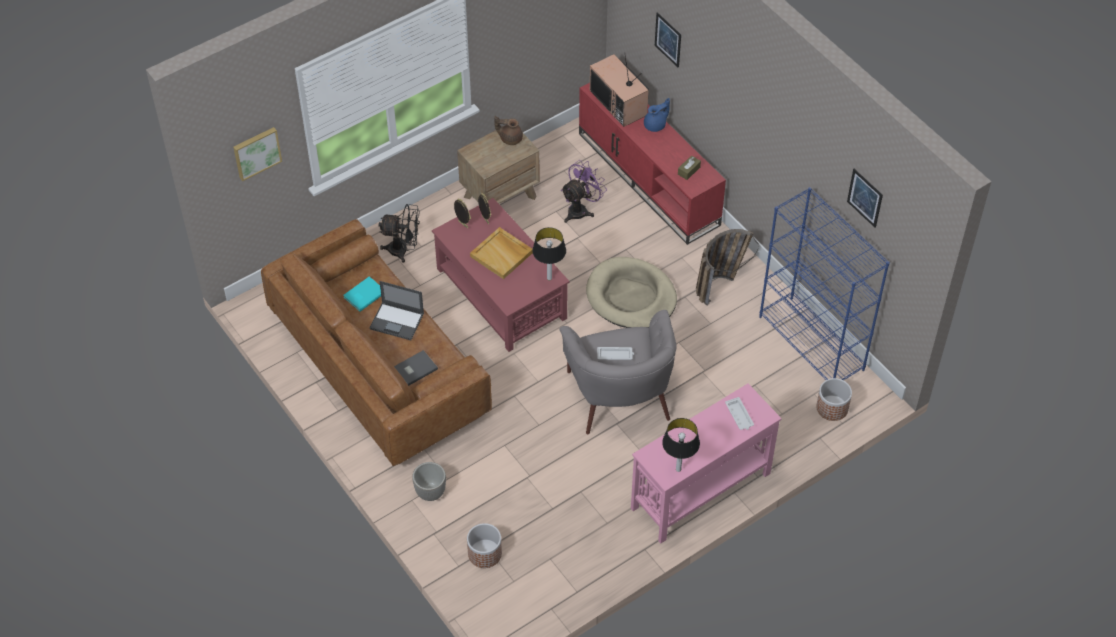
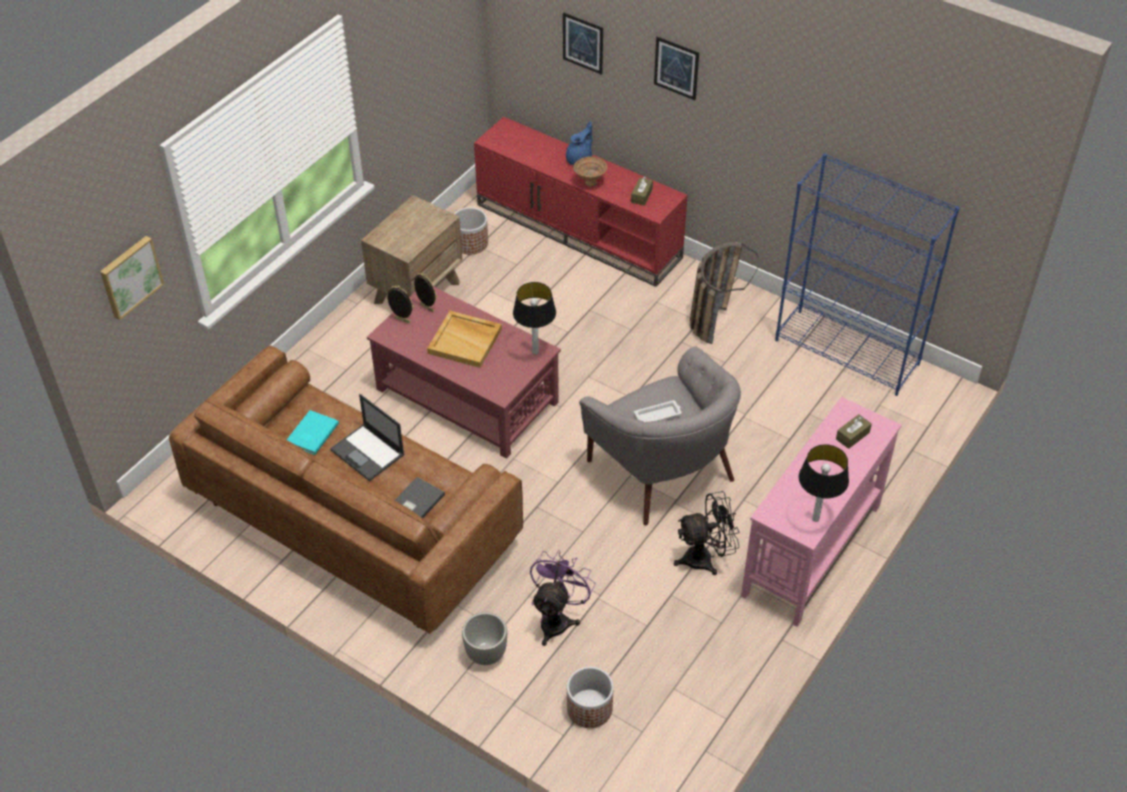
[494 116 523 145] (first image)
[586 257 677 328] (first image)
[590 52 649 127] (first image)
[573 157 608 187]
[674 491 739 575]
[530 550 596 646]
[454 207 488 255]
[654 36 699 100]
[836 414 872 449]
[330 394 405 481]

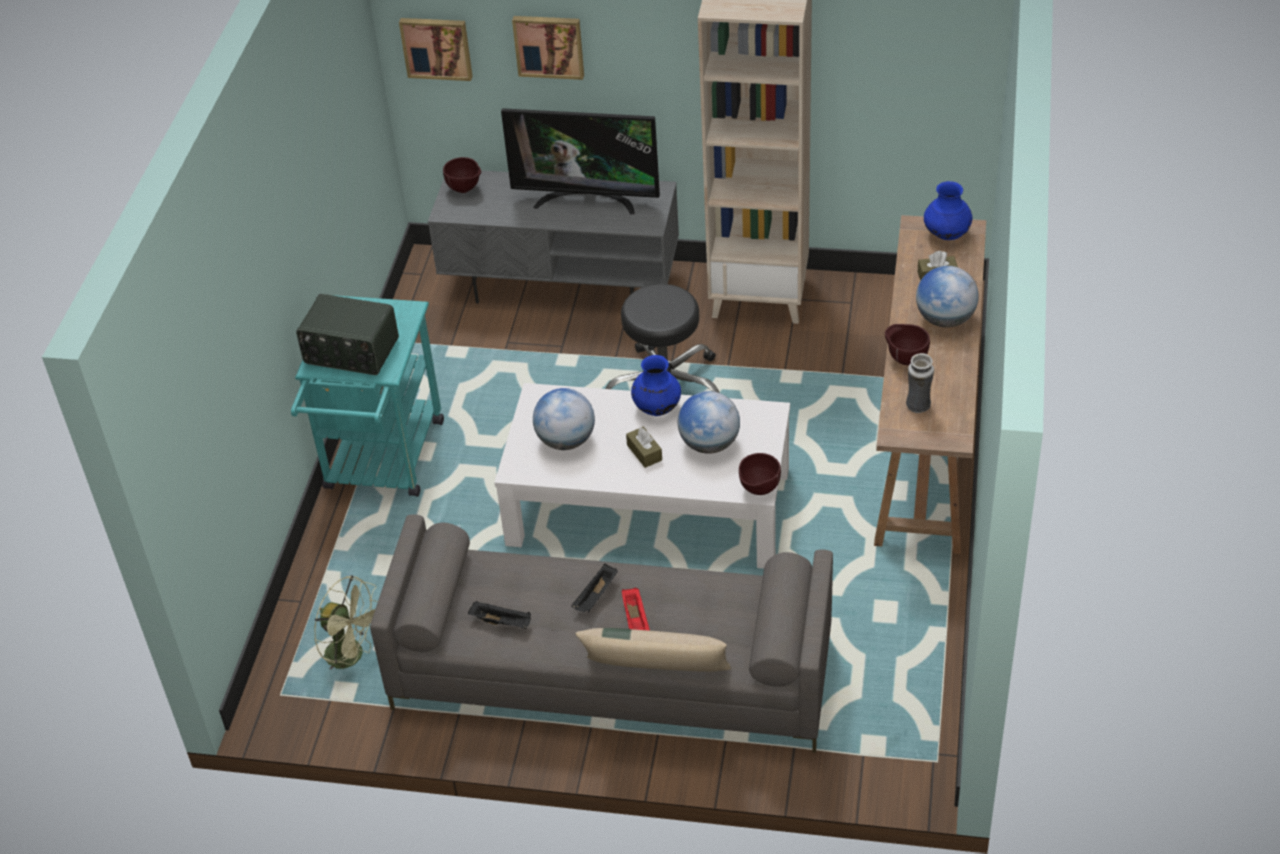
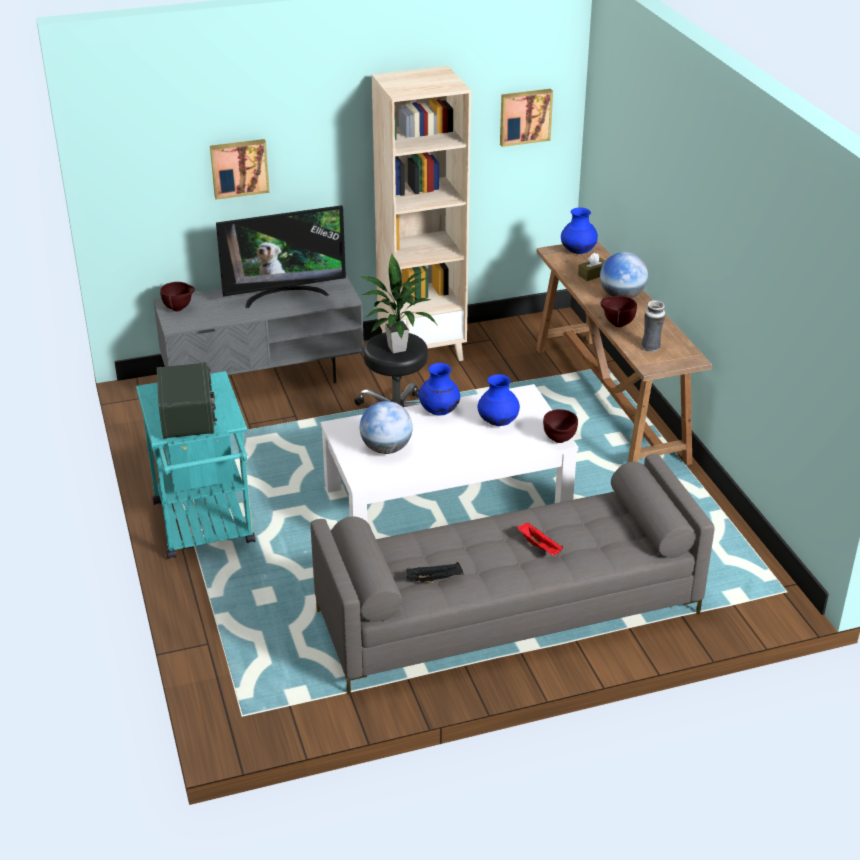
[314 575 378 670] (first image)
[571 564 618 612] (first image)
[575 628 731 672] (first image)
[626 427 662 468] (first image)
[358 254 439 353]
[500 89 553 147]
[477 374 520 426]
[157 362 217 439]

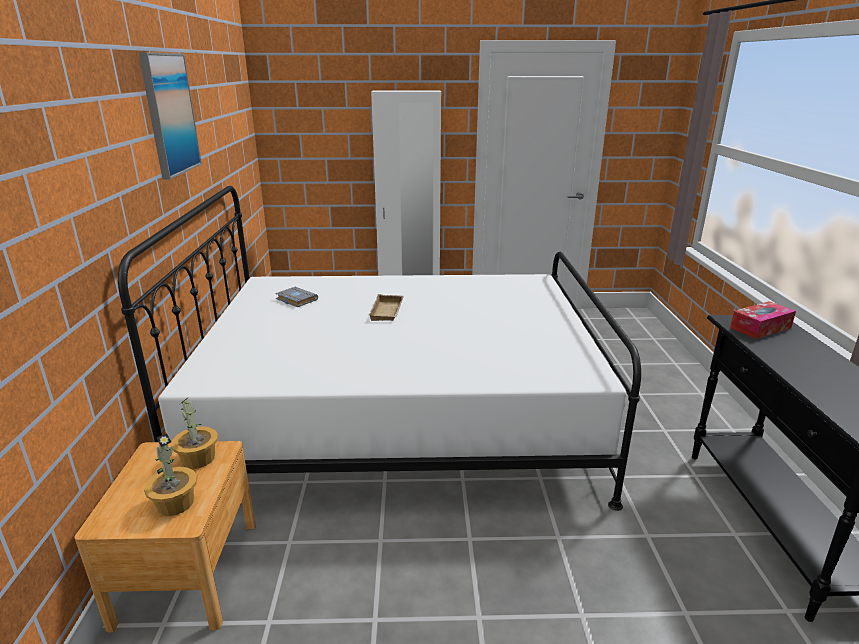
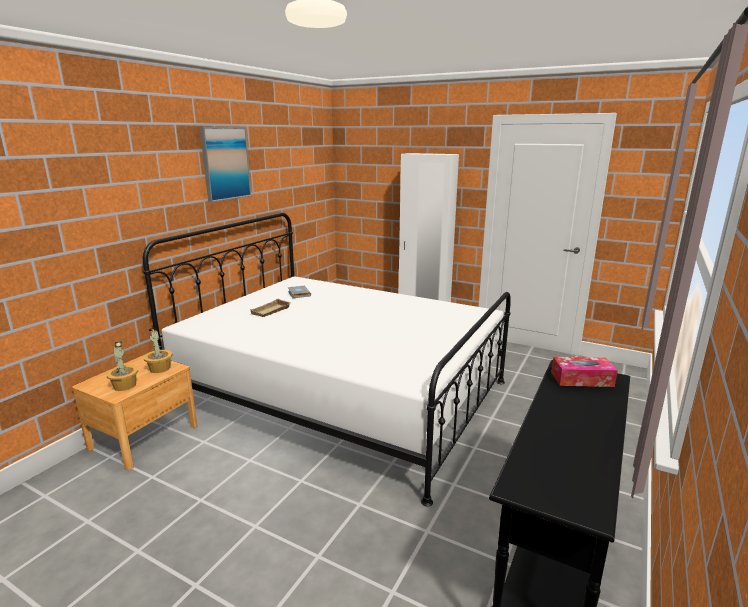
[250 299 291 317]

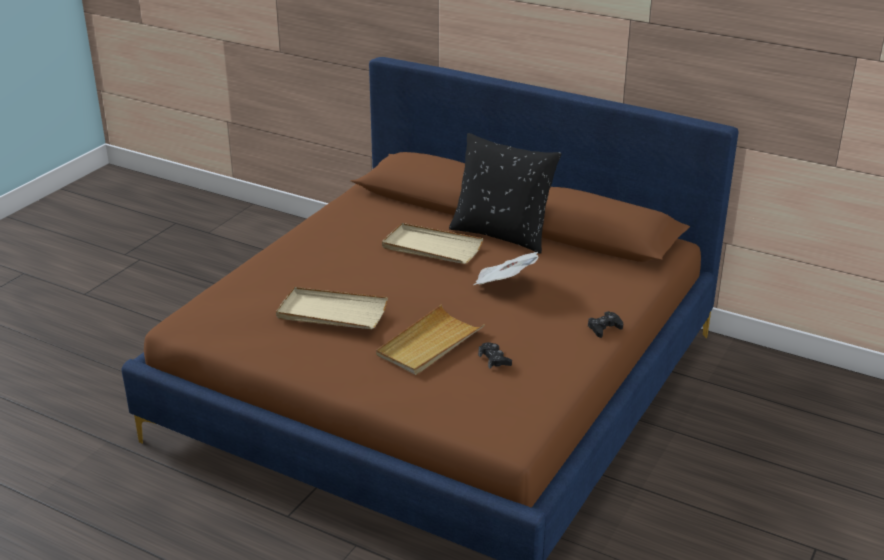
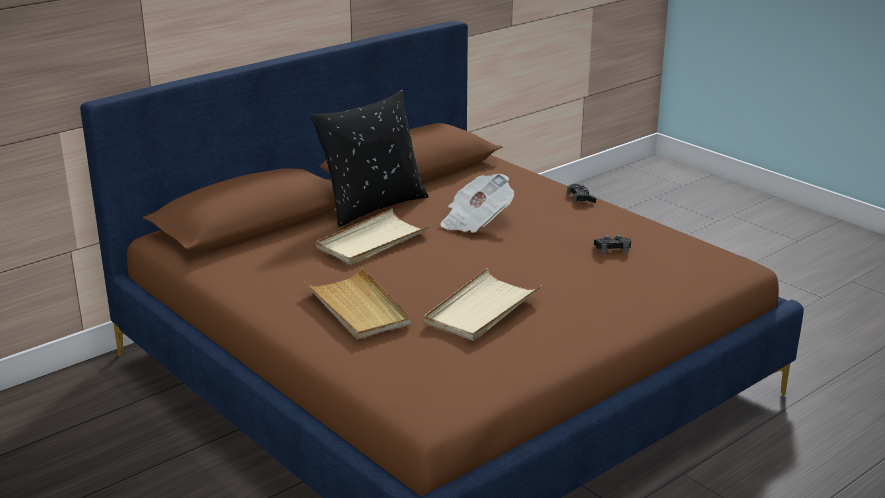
[304 267 411 339]

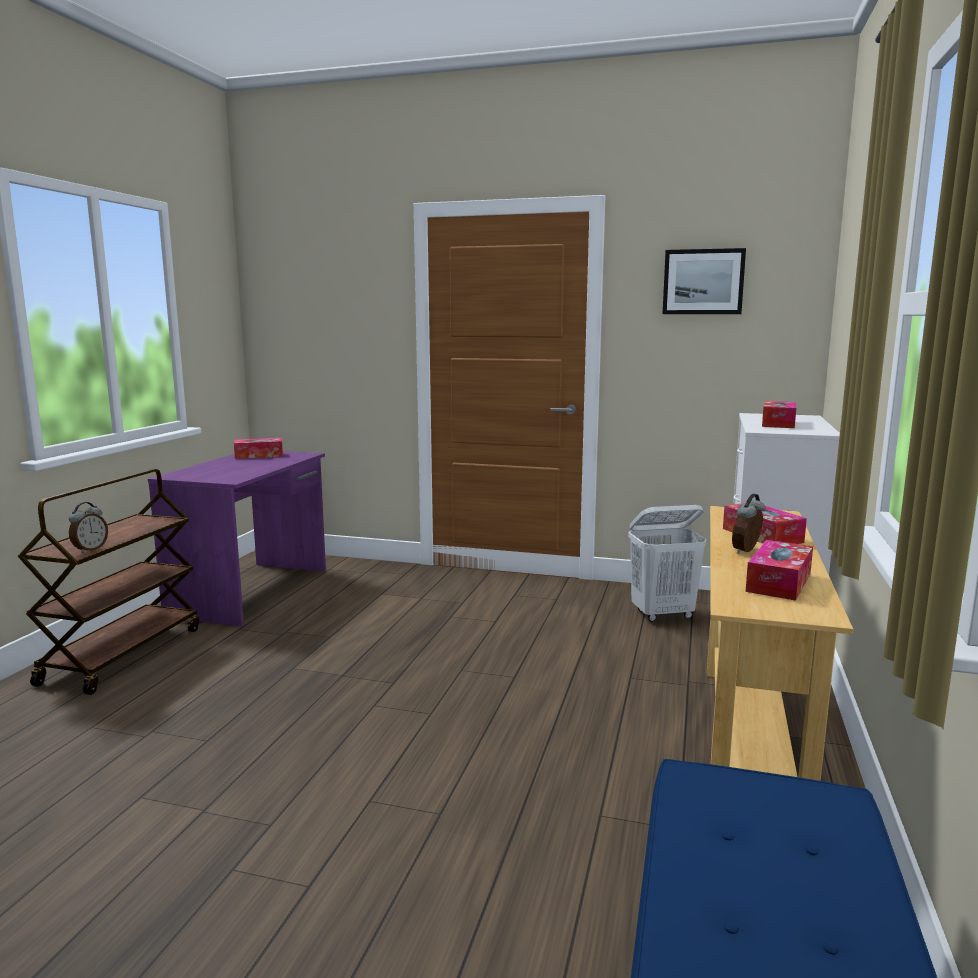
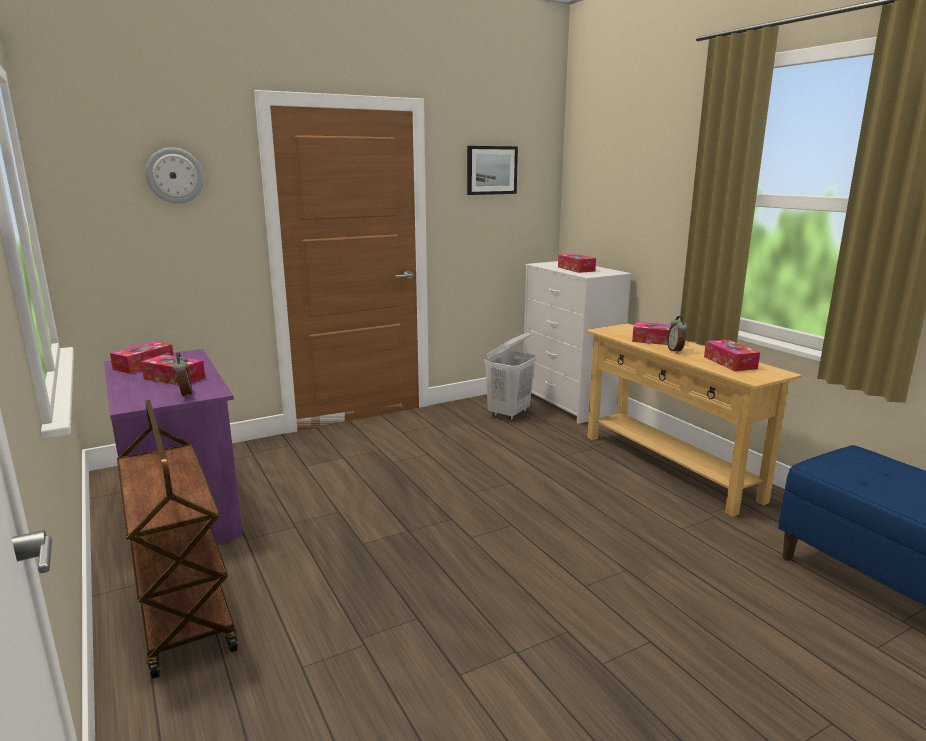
[141 354 205 385]
[145 147 204 204]
[172 352 193 398]

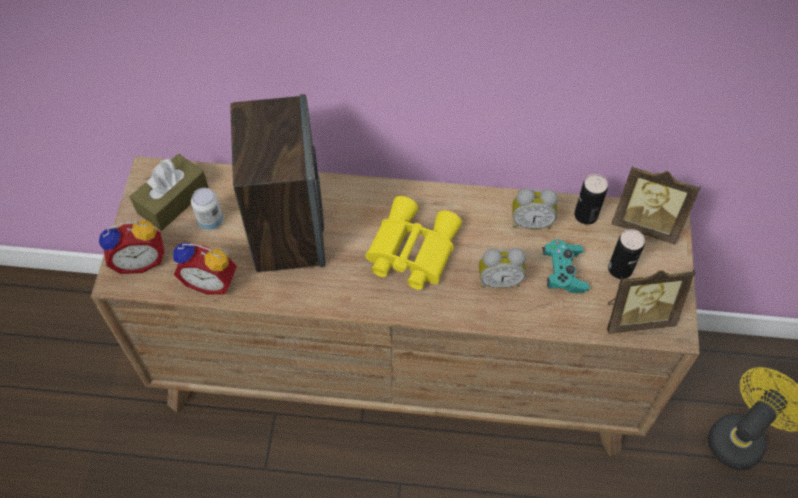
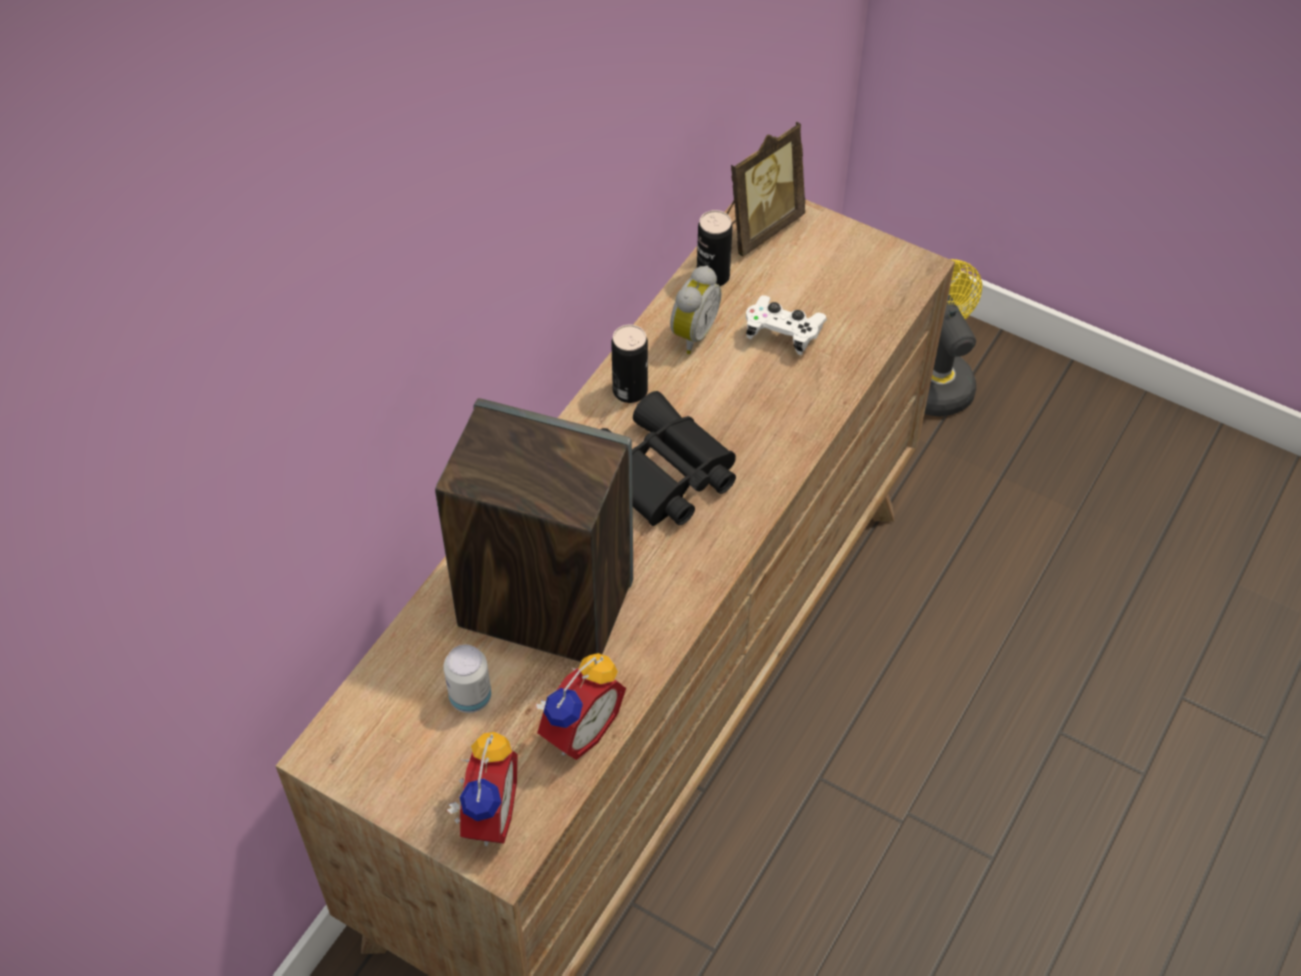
[130 154 209 231] (first image)
[479 248 526 288] (first image)
[607 269 695 334] (first image)
[611 325 648 403]
[601 391 736 526]
[746 295 827 355]

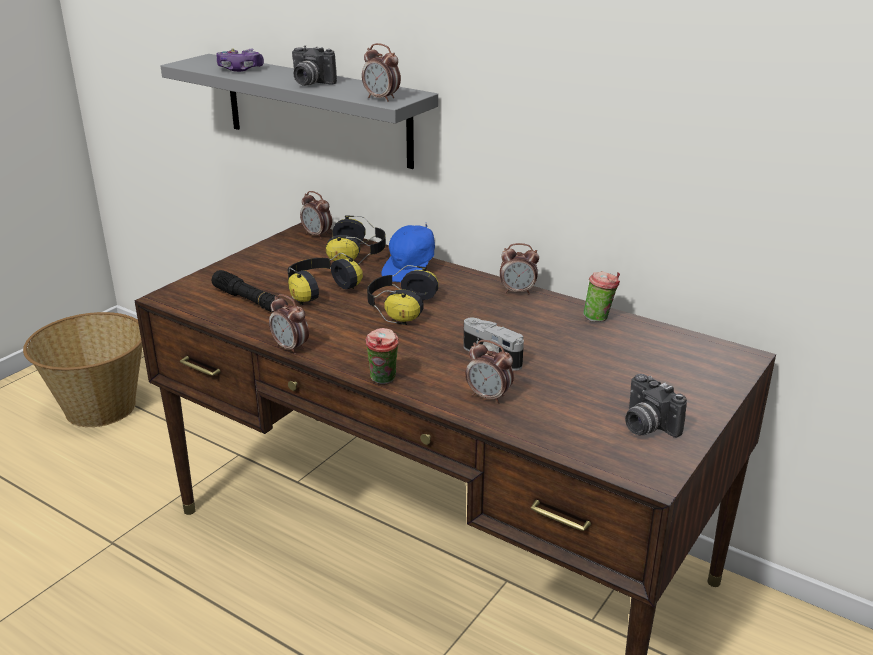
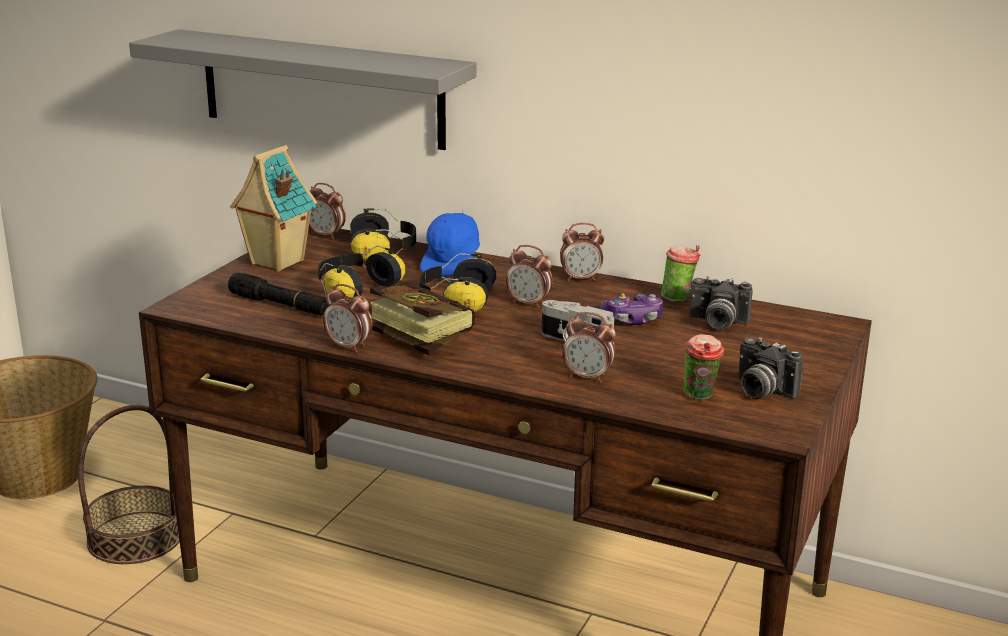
[78 405 180 564]
[230 145 317 272]
[370 285 475 355]
[601 293 663 325]
[689 276 753 330]
[506 245 553 308]
[683 334 724 400]

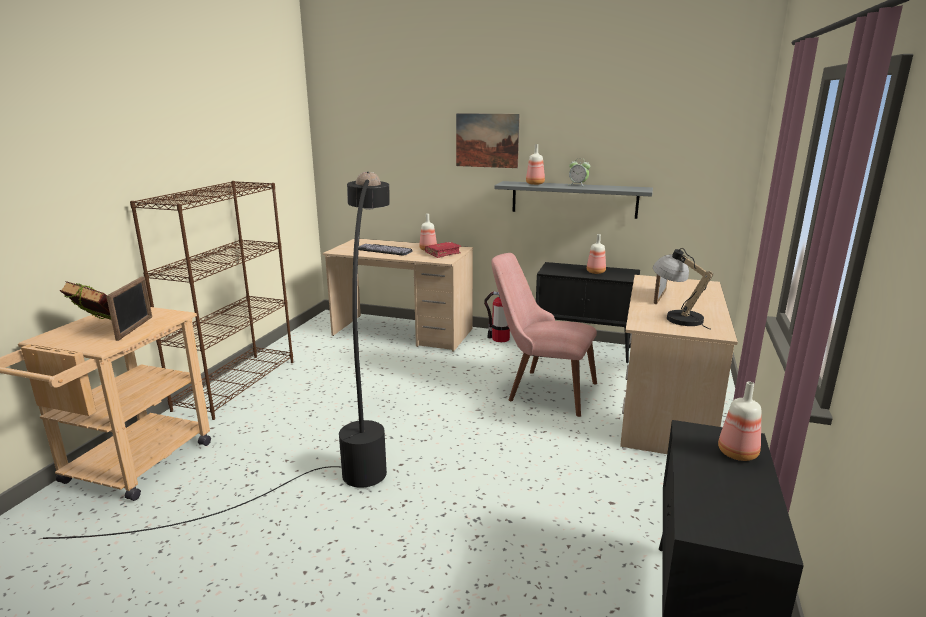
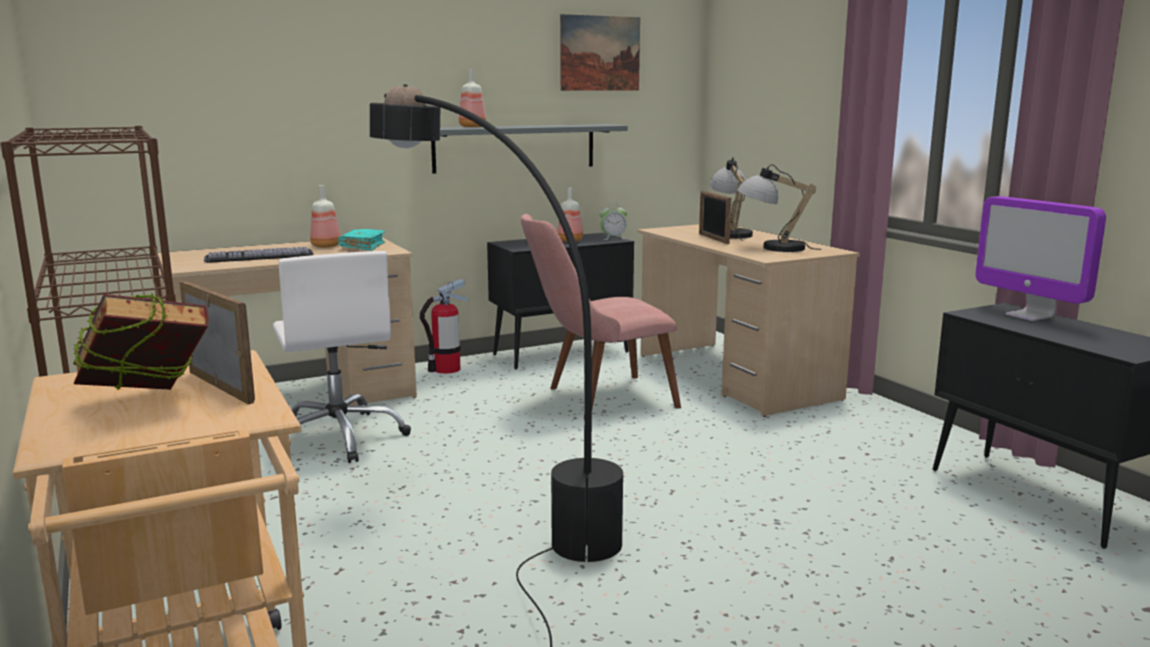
[273 251 411 463]
[710 157 753 241]
[560 14 640 91]
[599 203 627 240]
[975 196 1106 321]
[338 229 385 251]

